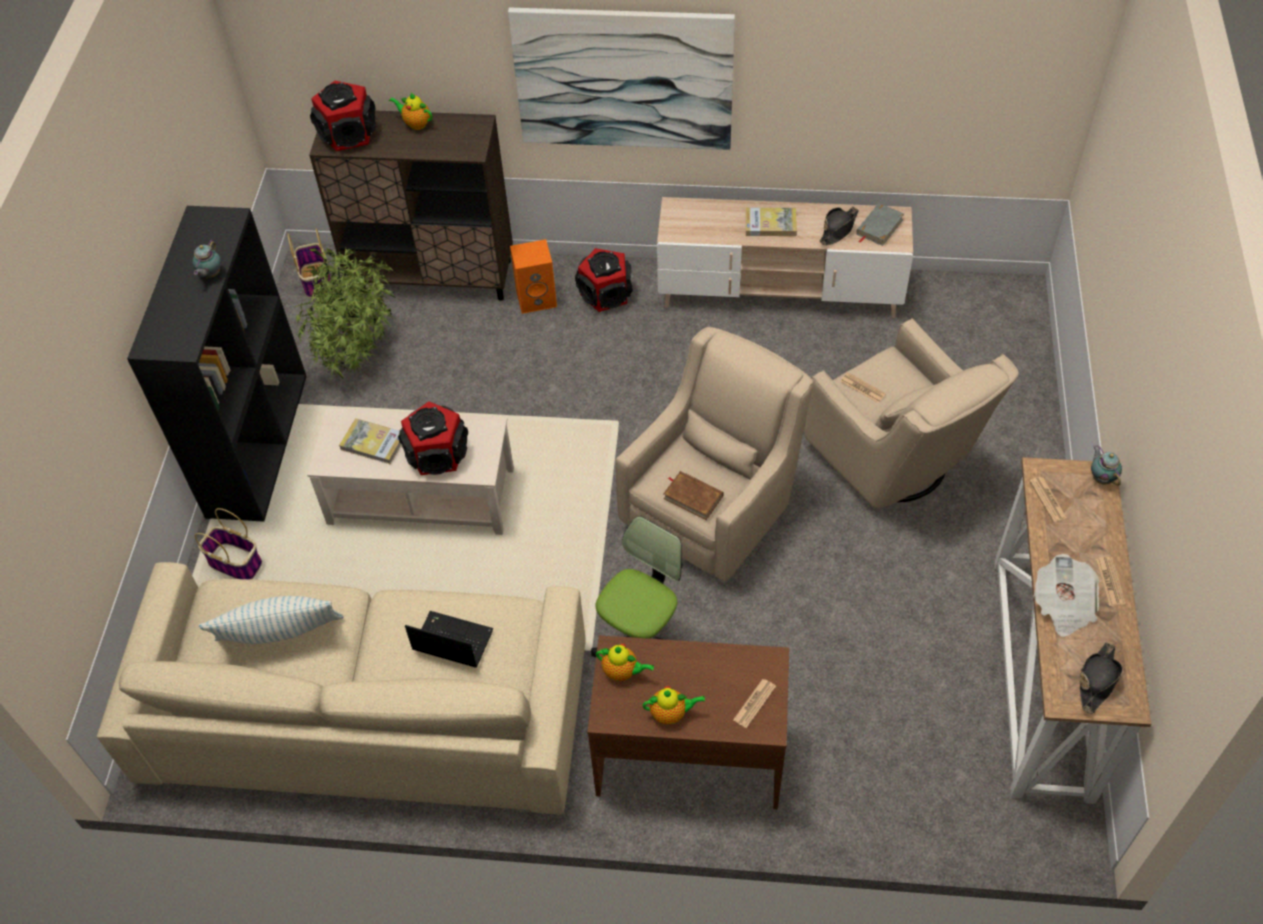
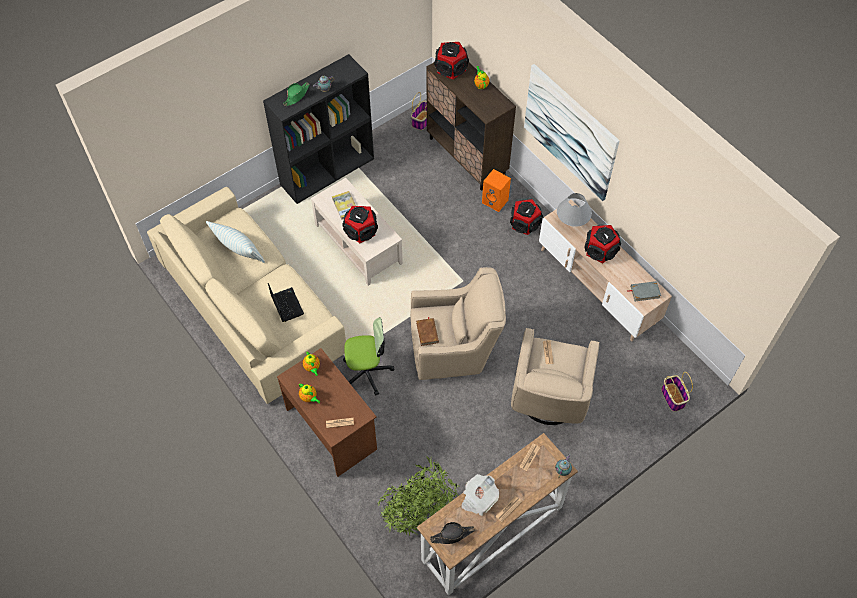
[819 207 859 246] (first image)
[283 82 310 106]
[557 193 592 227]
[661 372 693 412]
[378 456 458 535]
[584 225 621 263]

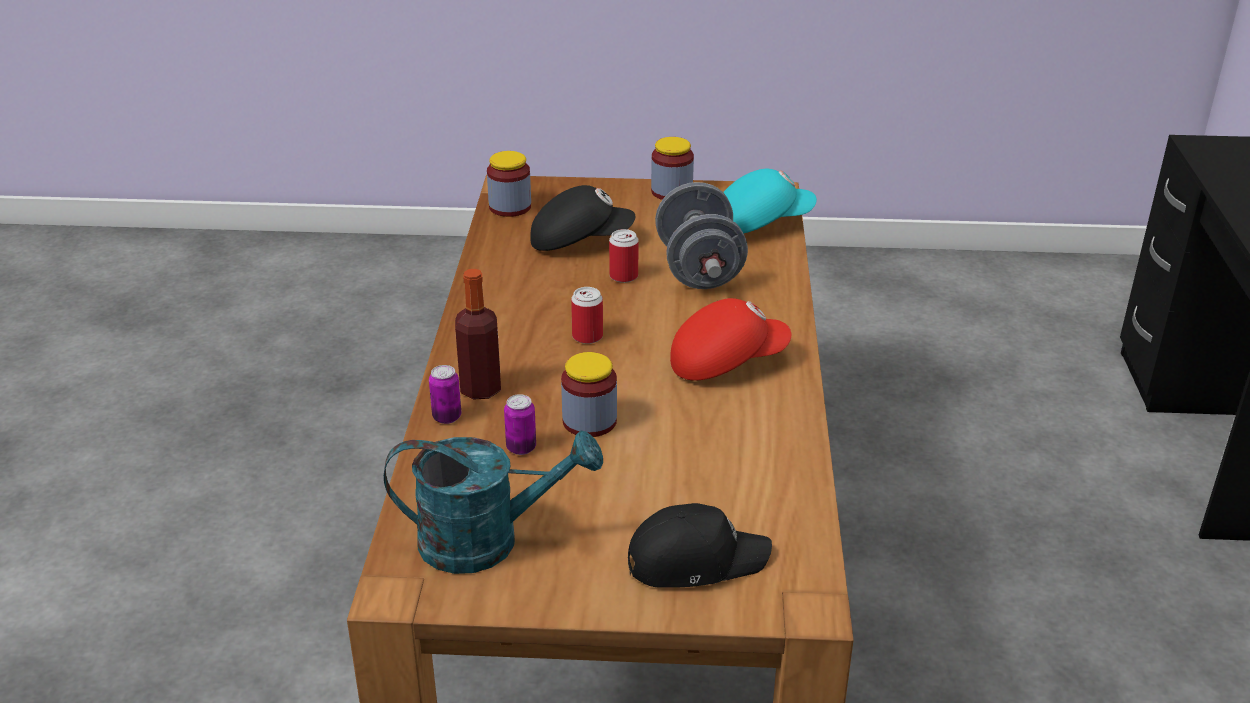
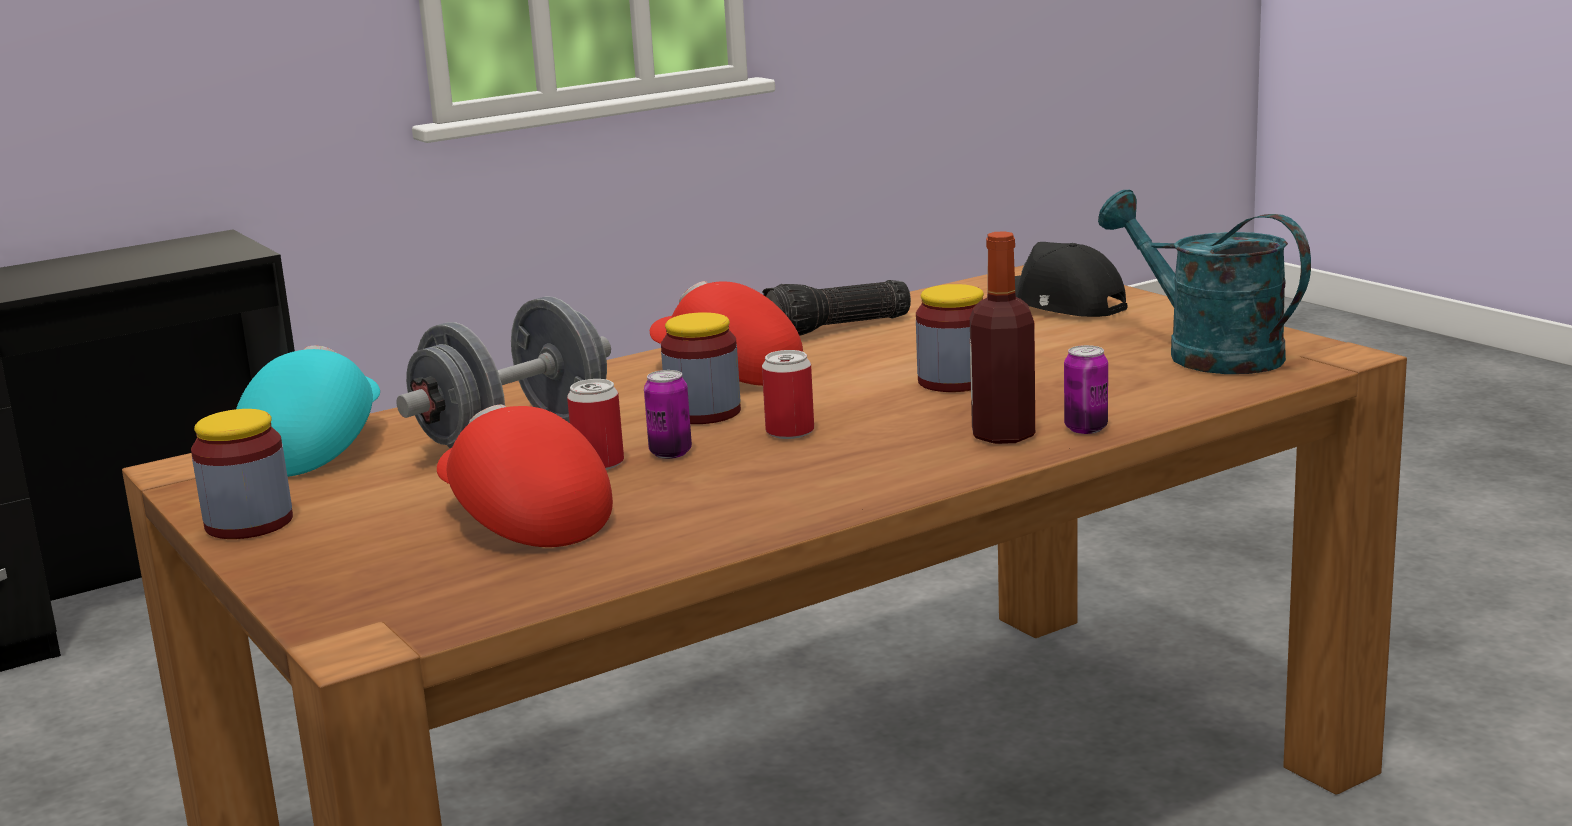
[762 280 911 336]
[661 312 741 424]
[644 370 692 459]
[437 405 613 547]
[236 346 380 477]

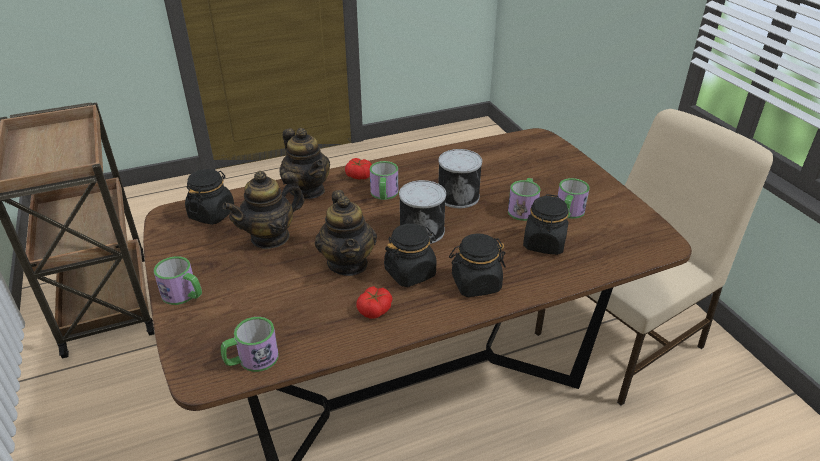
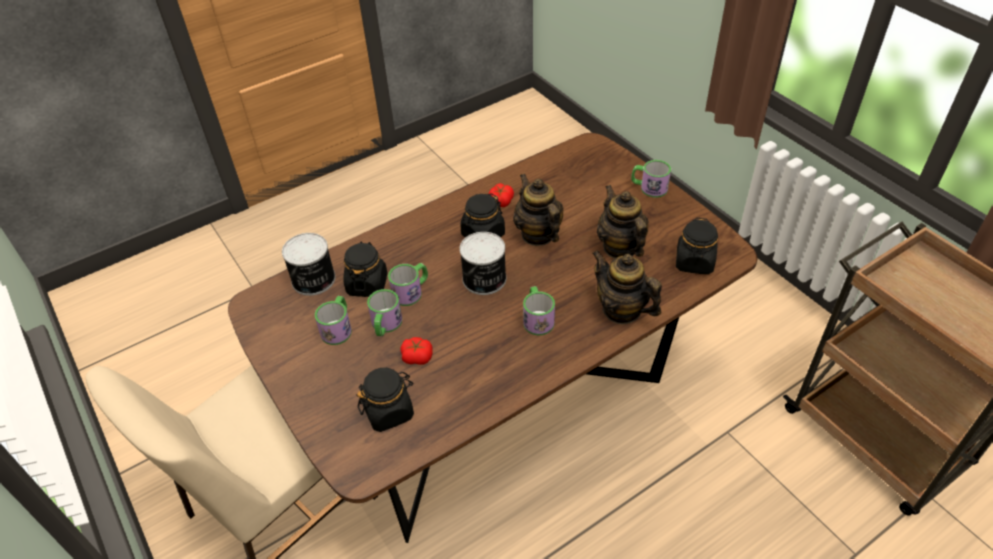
[388 263 428 306]
[401 337 433 365]
[282 233 336 296]
[356 368 414 432]
[597 185 649 258]

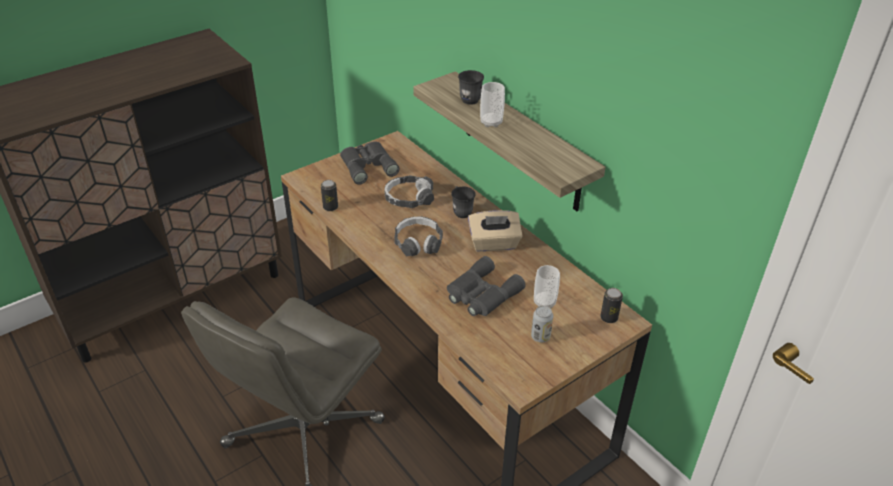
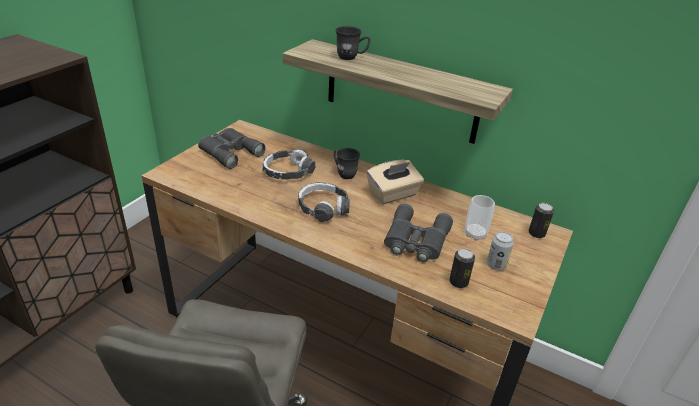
[480 82 505 127] (first image)
[449 248 475 288]

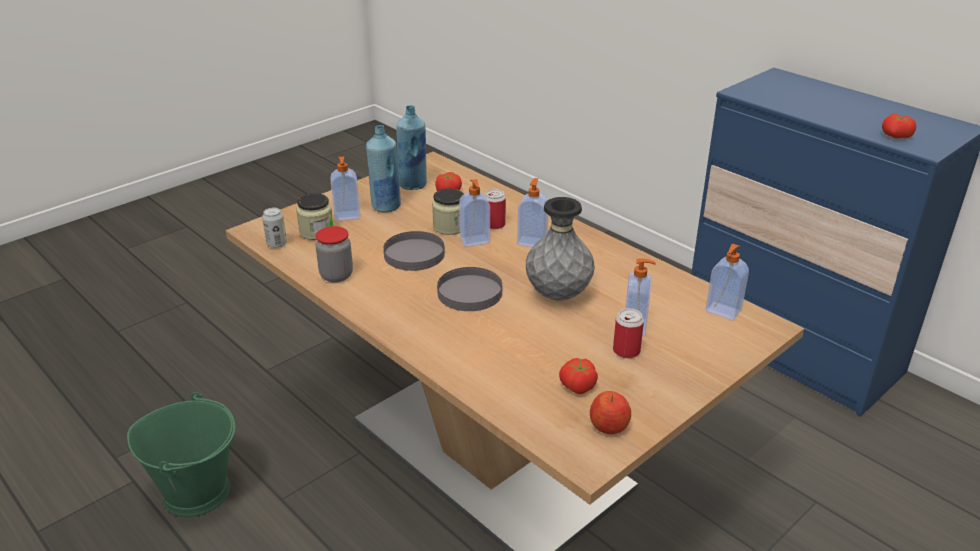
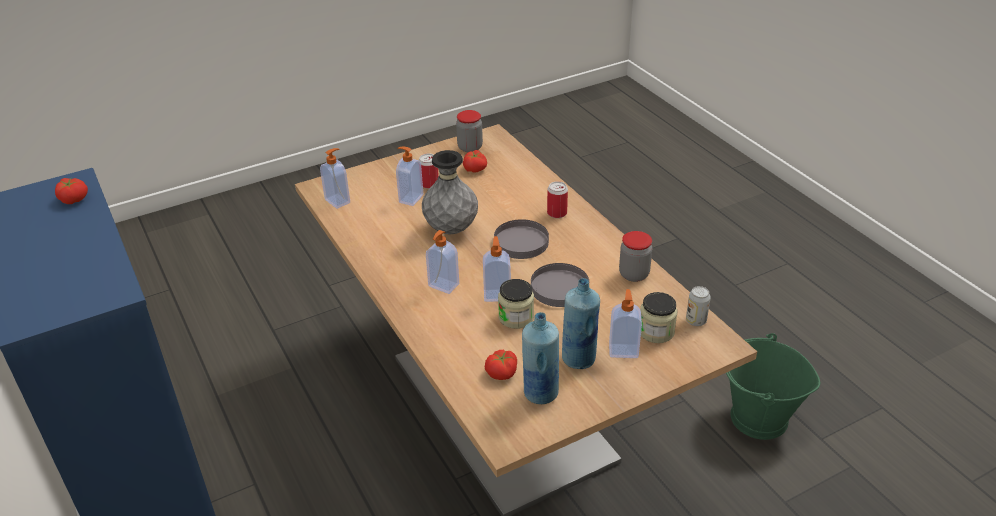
[547 181 568 218]
[456 110 483 152]

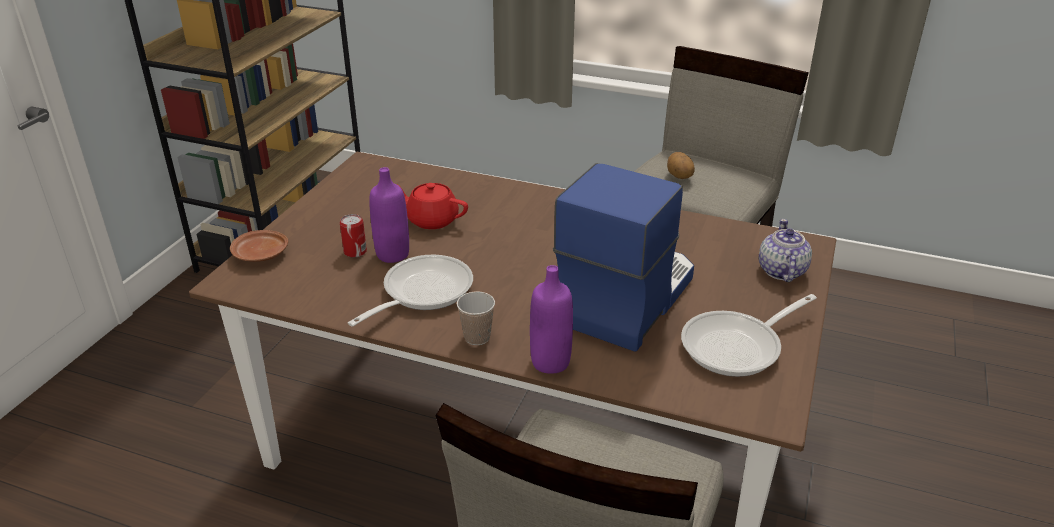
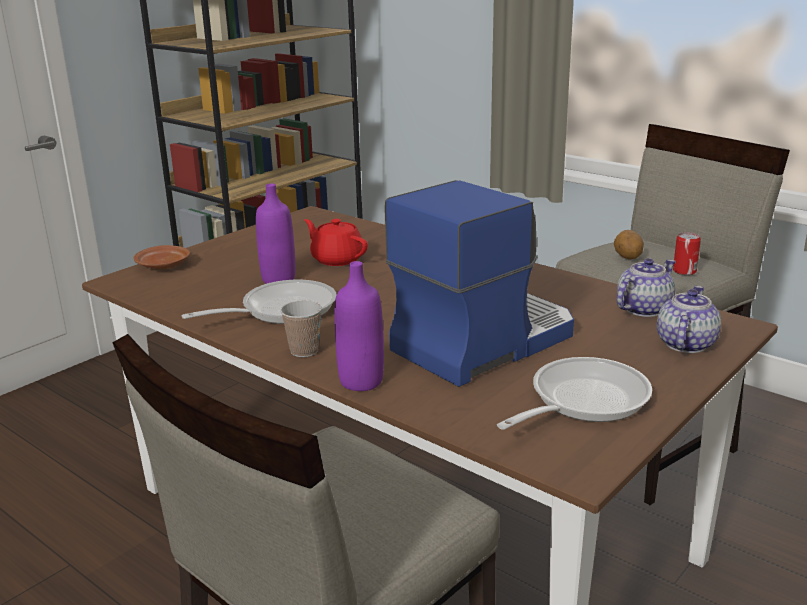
[616 258 675 317]
[673 232 701 275]
[497 357 652 430]

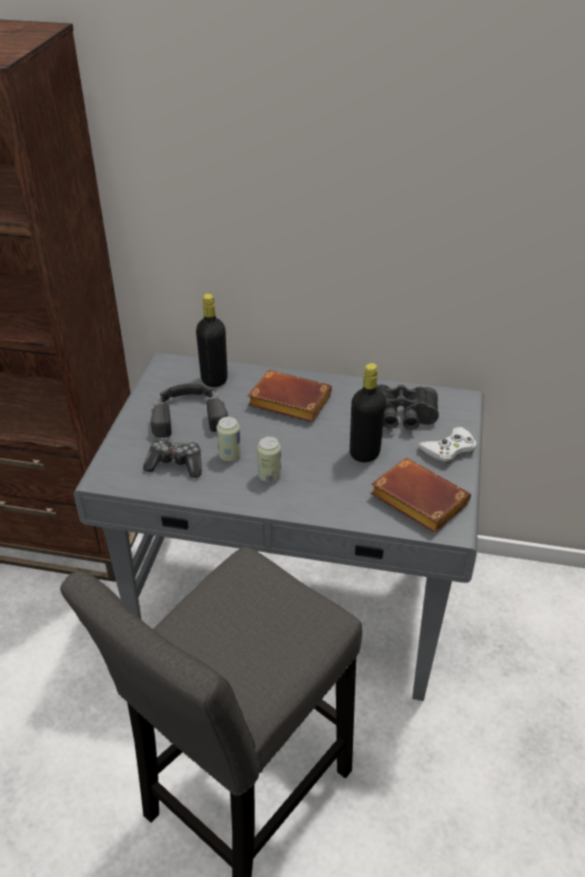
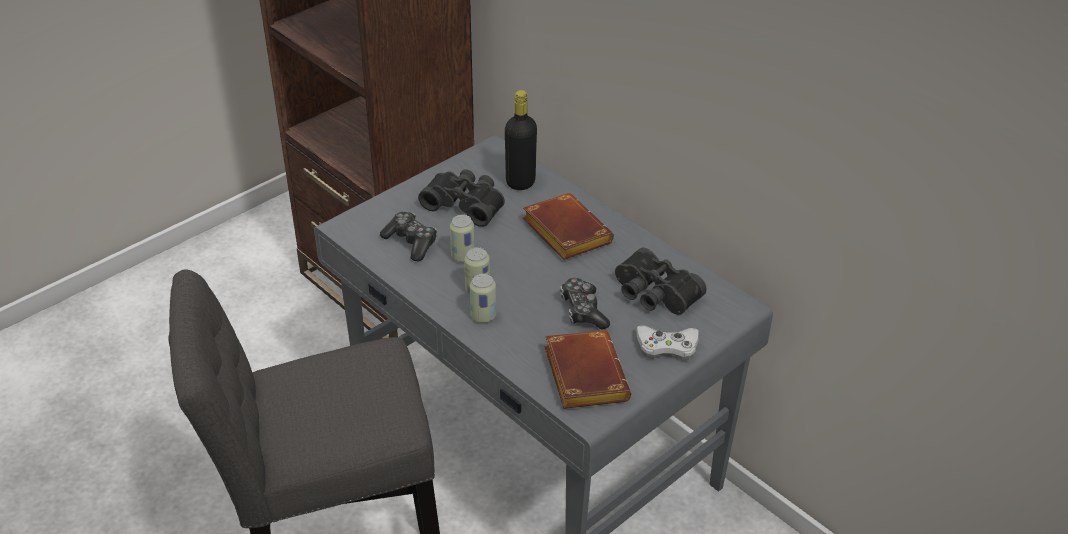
[470 273 496 323]
[418 169 505 227]
[560 278 610 329]

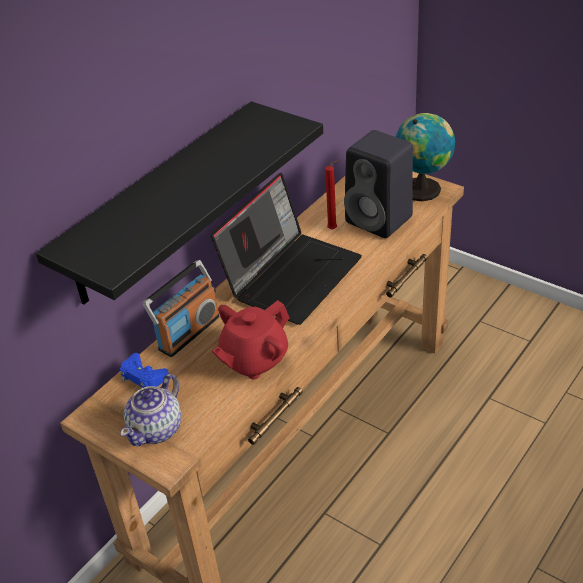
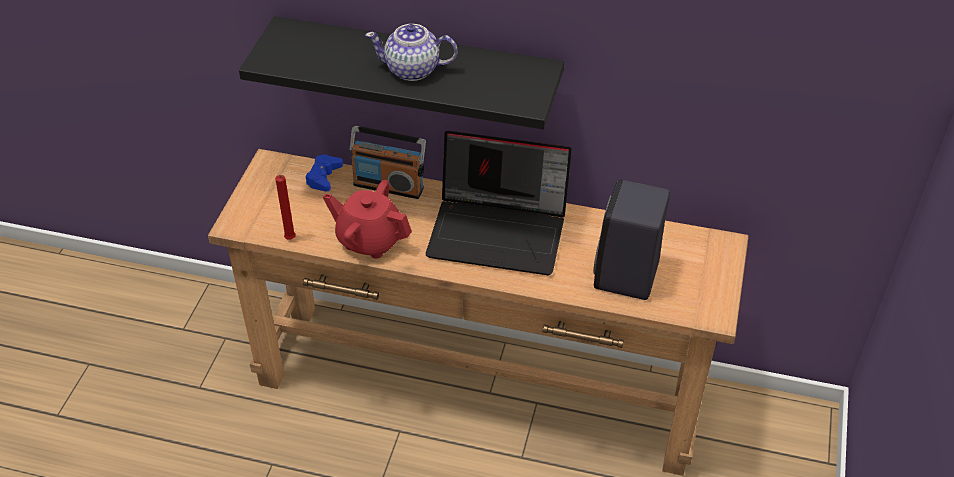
[396 113 455 201] (first image)
[365 24 457 81]
[275 175 296 240]

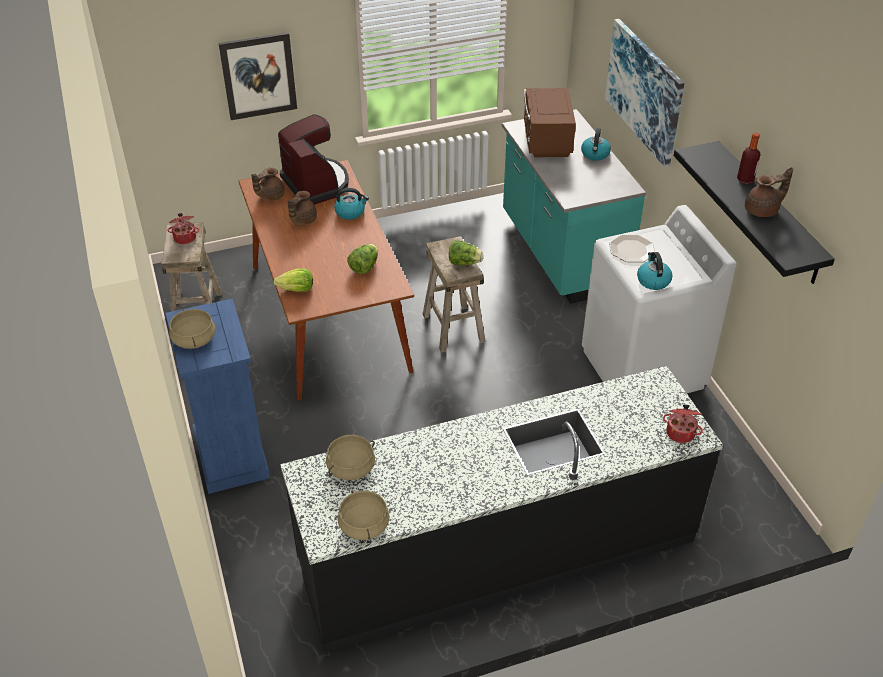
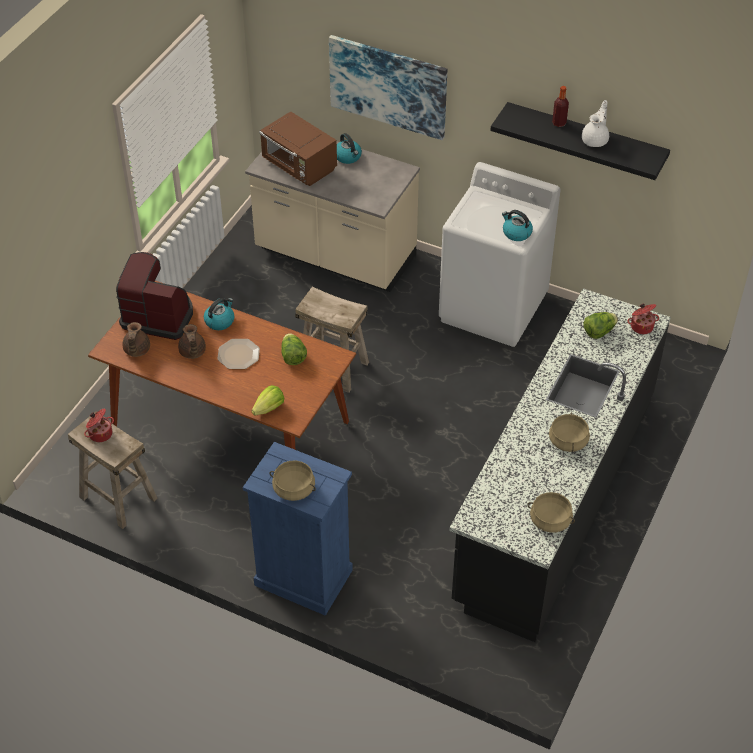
[218 32 297 120] (first image)
[549 412 590 452]
[584 312 618 339]
[217 339 260 369]
[245 141 420 292]
[582 100 609 147]

